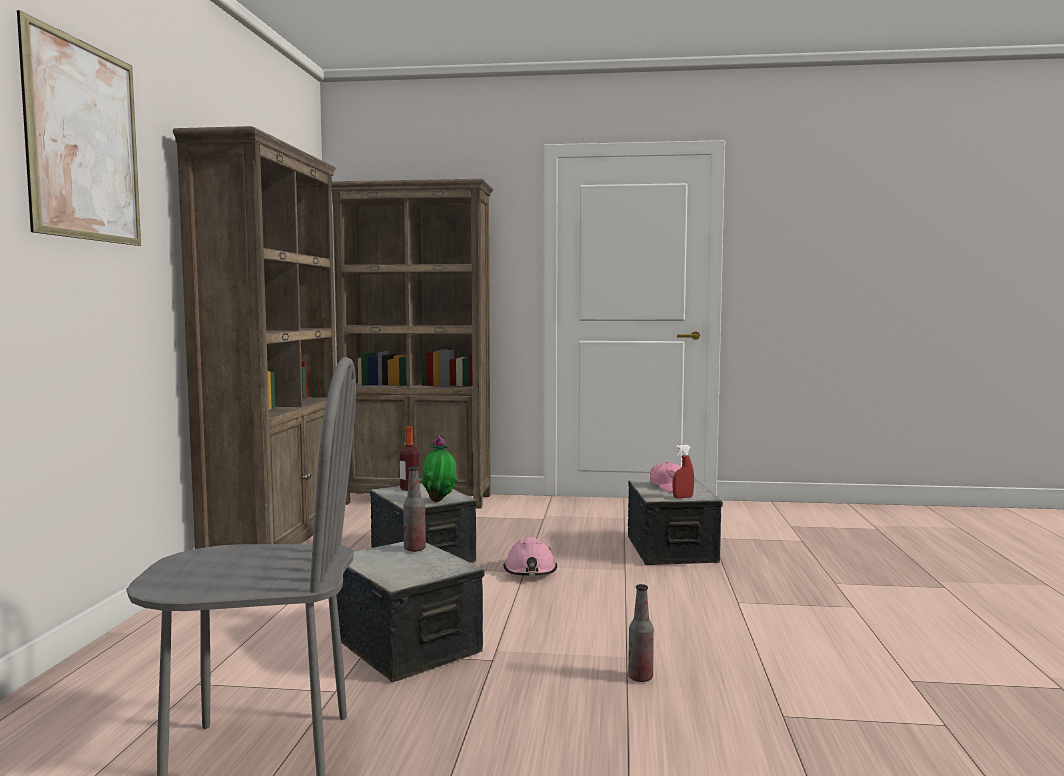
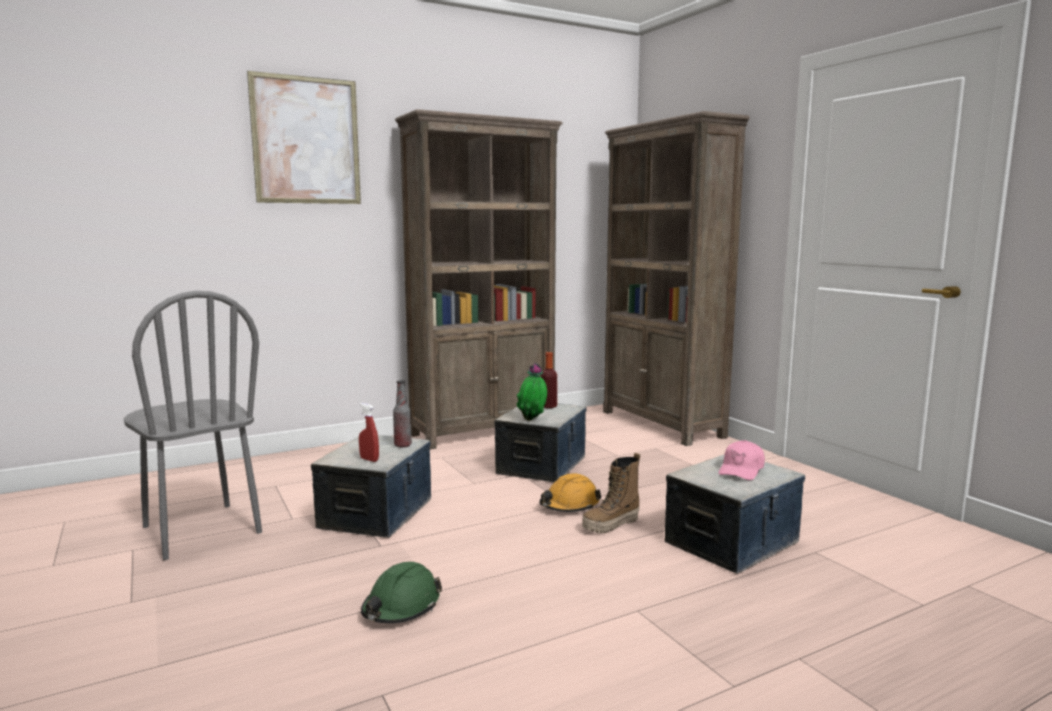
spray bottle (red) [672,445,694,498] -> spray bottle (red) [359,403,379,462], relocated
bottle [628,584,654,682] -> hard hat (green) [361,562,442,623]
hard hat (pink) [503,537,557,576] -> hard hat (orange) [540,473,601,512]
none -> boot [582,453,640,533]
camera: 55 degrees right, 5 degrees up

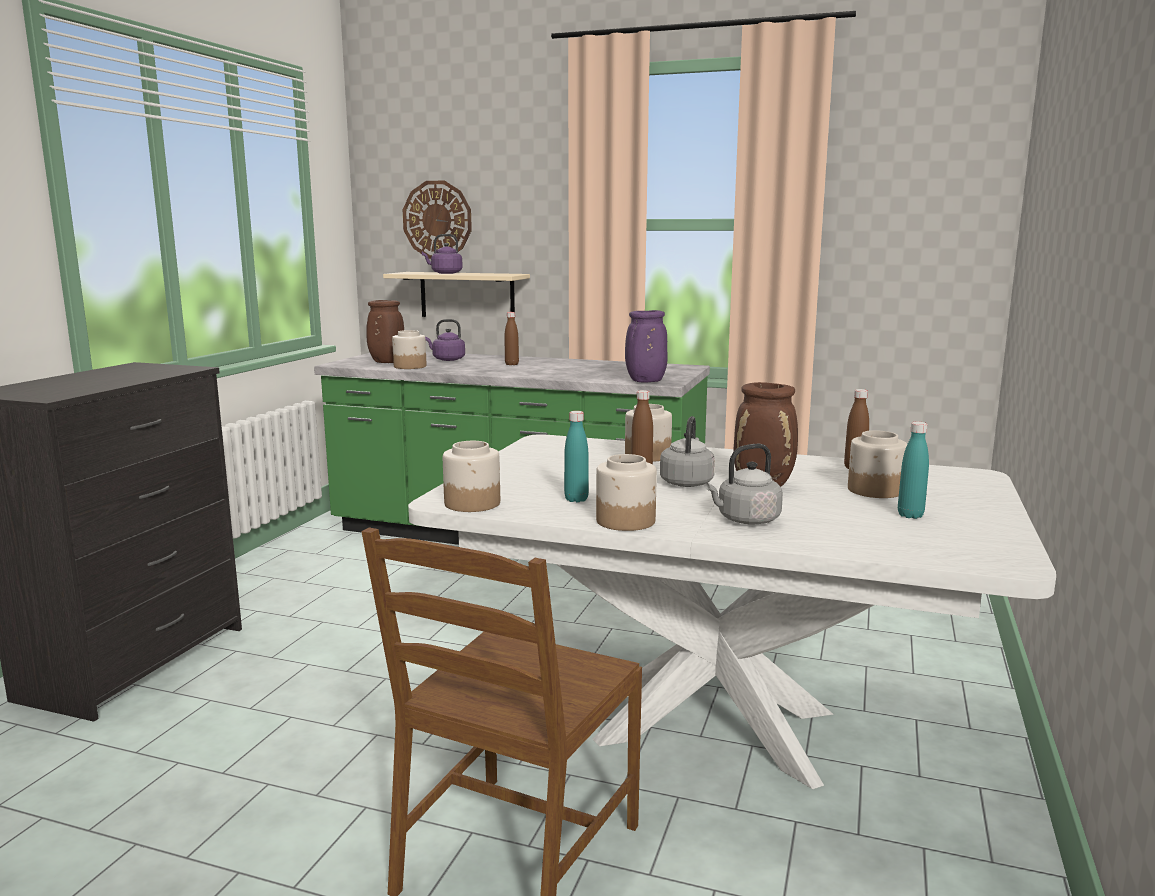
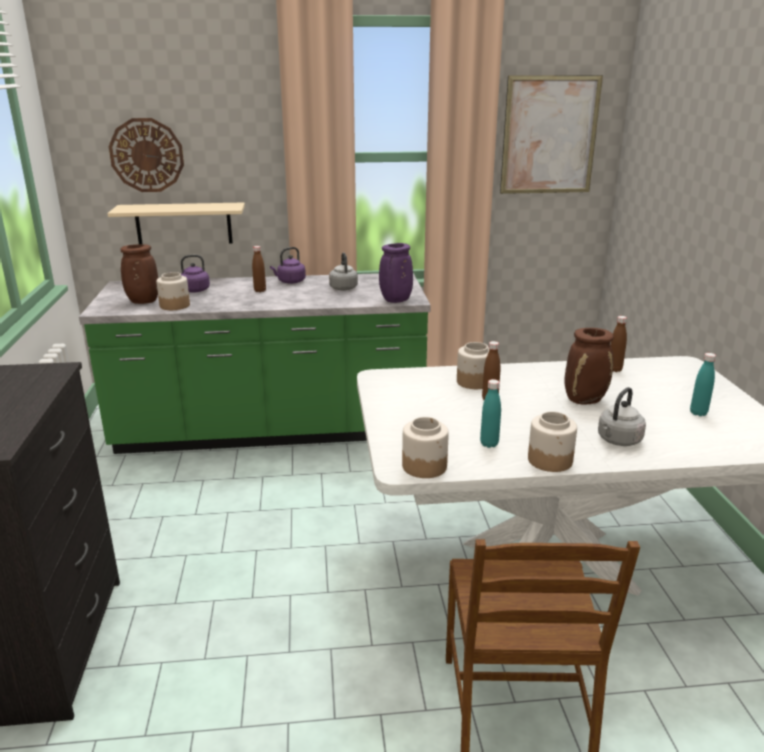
kettle (purple) [422,234,463,274] -> kettle (purple) [270,247,306,284], relocated
kettle (grey) [660,416,715,487] -> kettle (grey) [329,253,358,291], relocated
none -> picture [500,75,603,194]
jar [848,430,907,498] -> none
camera: 25 degrees left, 10 degrees up

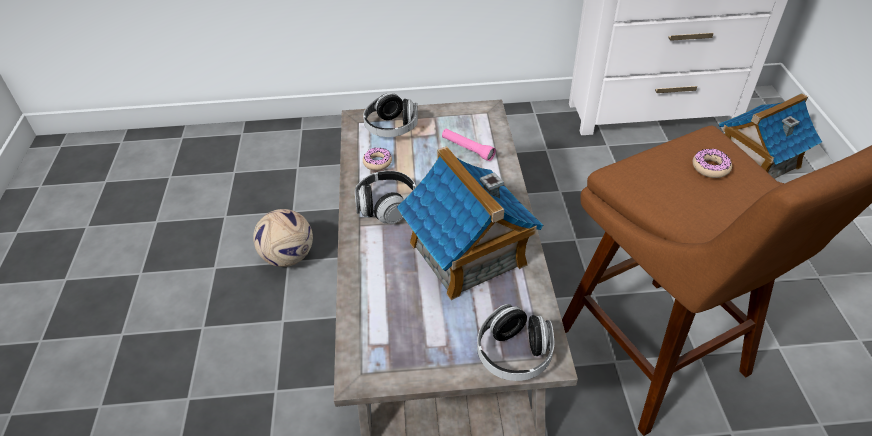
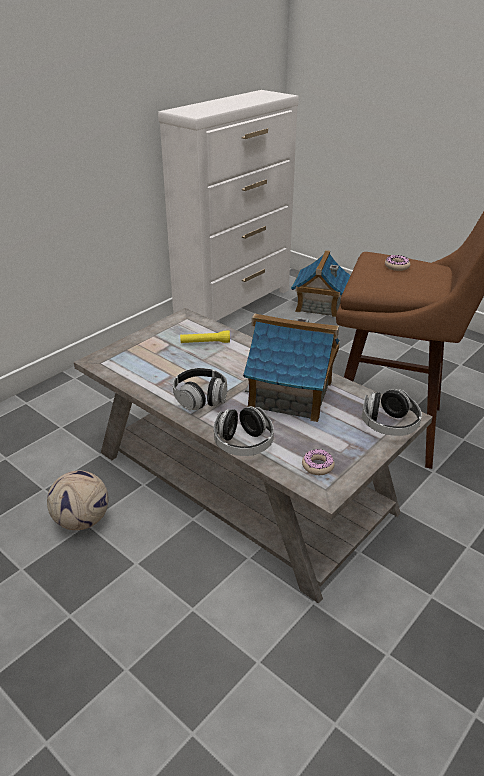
flashlight (pink) [442,129,496,161] -> flashlight (yellow) [180,331,230,343]
headphones [363,93,418,137] -> headphones [214,406,274,456], relocated
donut [363,148,392,171] -> donut [302,449,335,475], relocated
camera: 45 degrees left, 10 degrees down

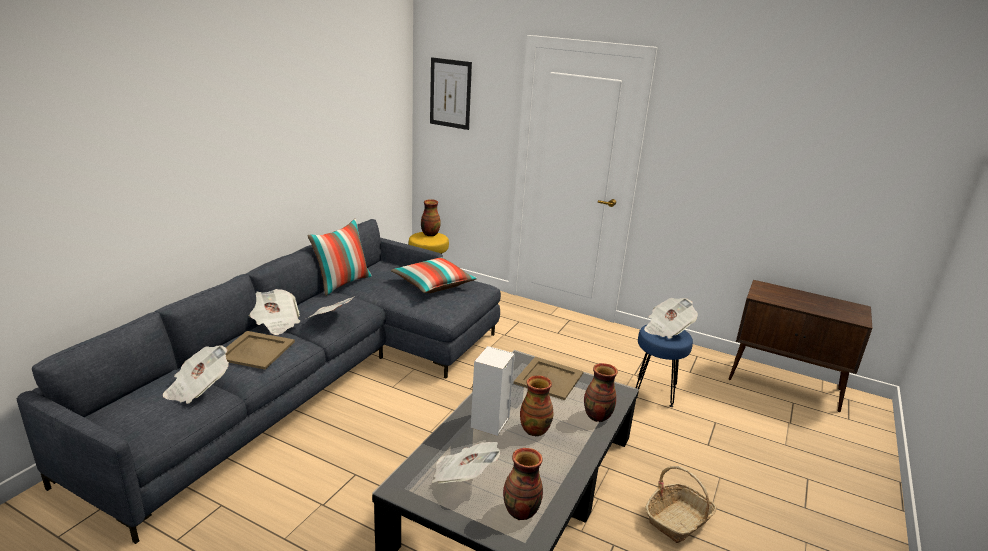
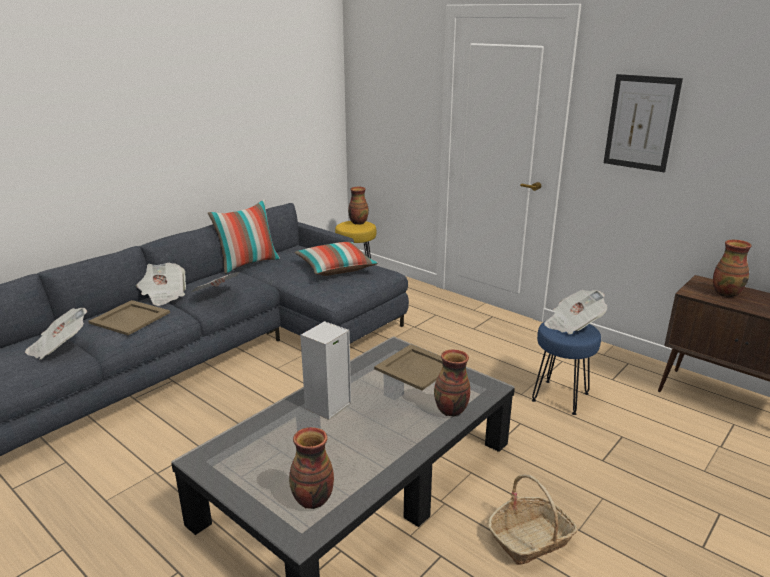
picture [430,57,472,130] -> picture [604,74,683,173], relocated
vase [520,375,553,436] -> vase [713,240,751,297], relocated
newspaper [432,442,500,483] -> none
camera: 15 degrees right, 0 degrees up

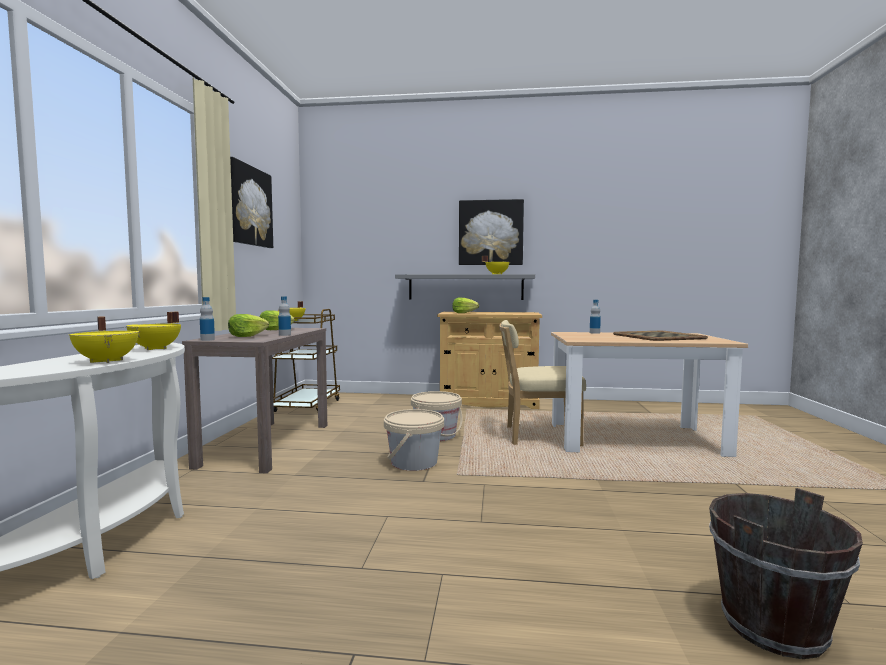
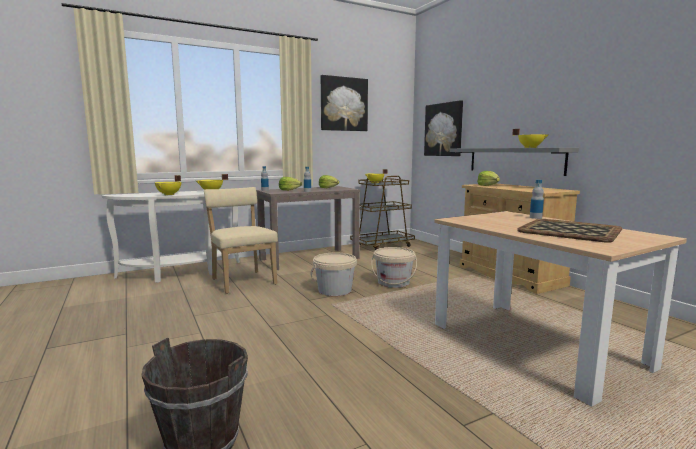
chair (beige) [499,320,586,446] -> chair (beige) [204,187,278,294], relocated
picture [459,199,524,265] -> picture [424,100,463,156], relocated
camera: 55 degrees right, 5 degrees up

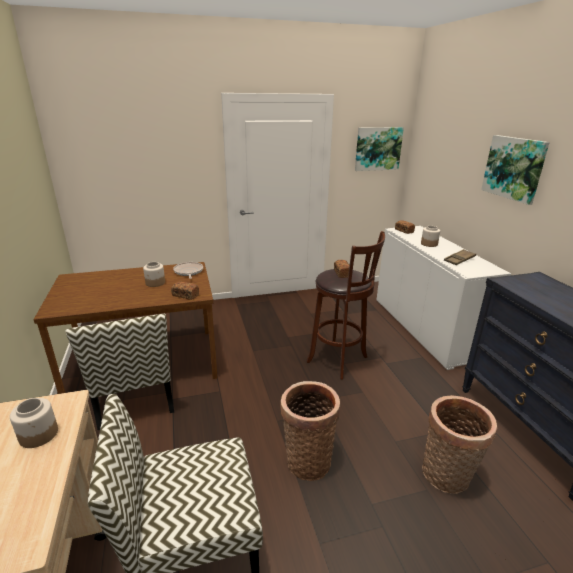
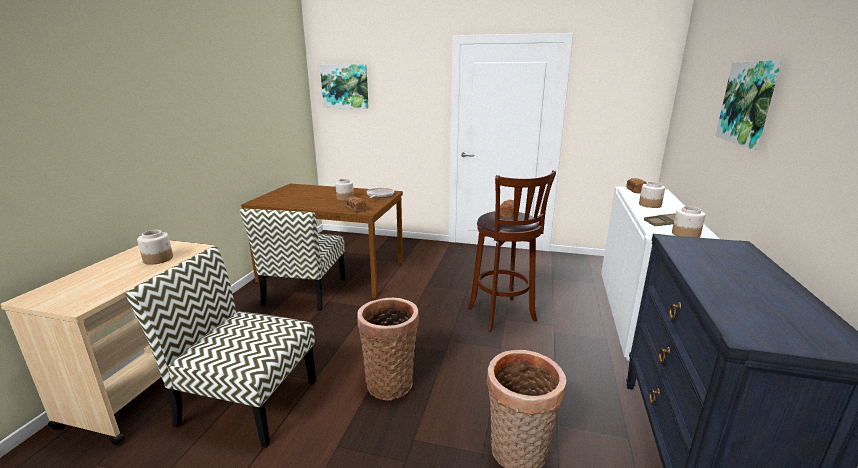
picture [355,127,404,171] -> picture [320,64,369,109], relocated
none -> jar [672,206,705,238]
camera: 30 degrees right, 5 degrees down

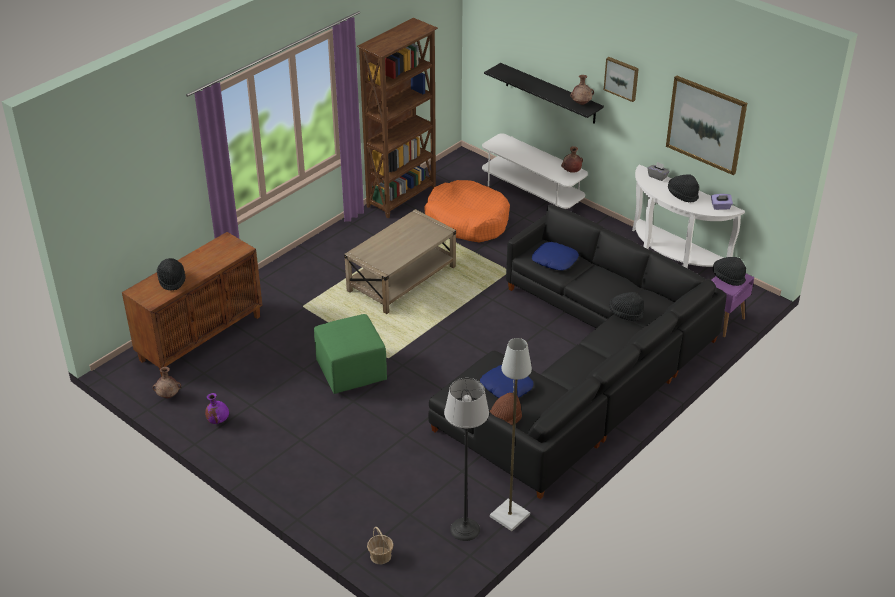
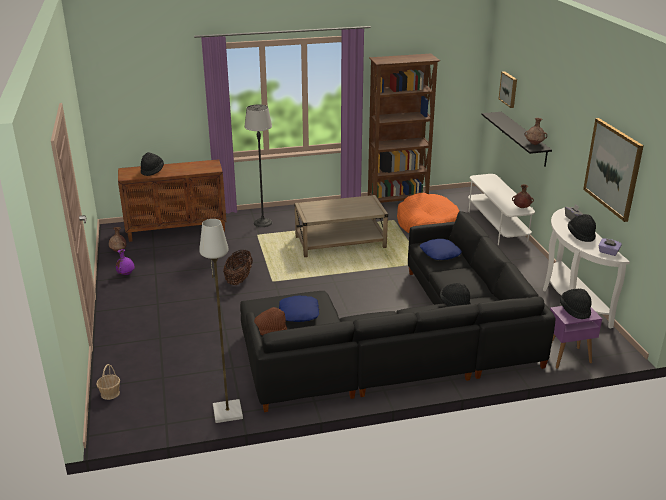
ottoman (green) [314,314,387,394] -> basket [223,250,253,285]
floor lamp [444,378,489,541] -> floor lamp [244,104,272,227], relocated
picture [604,57,639,102] -> picture [499,71,517,108], relocated
camera: 35 degrees right, 10 degrees down

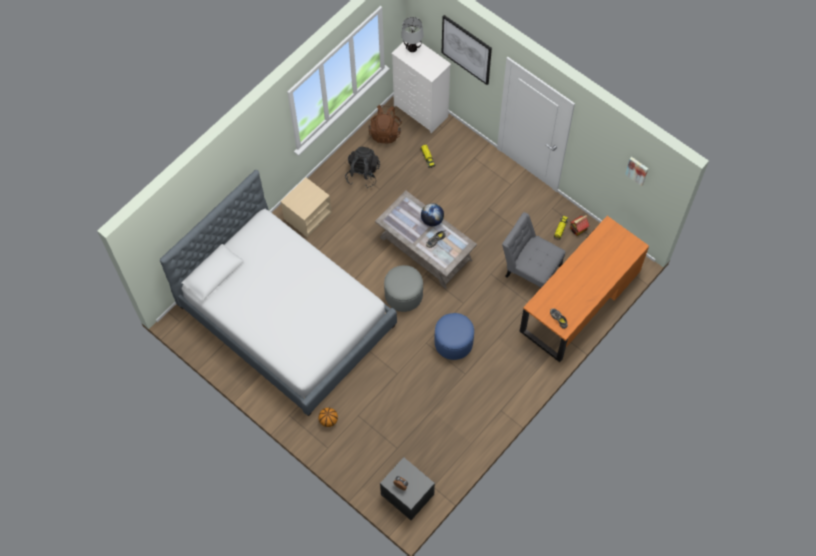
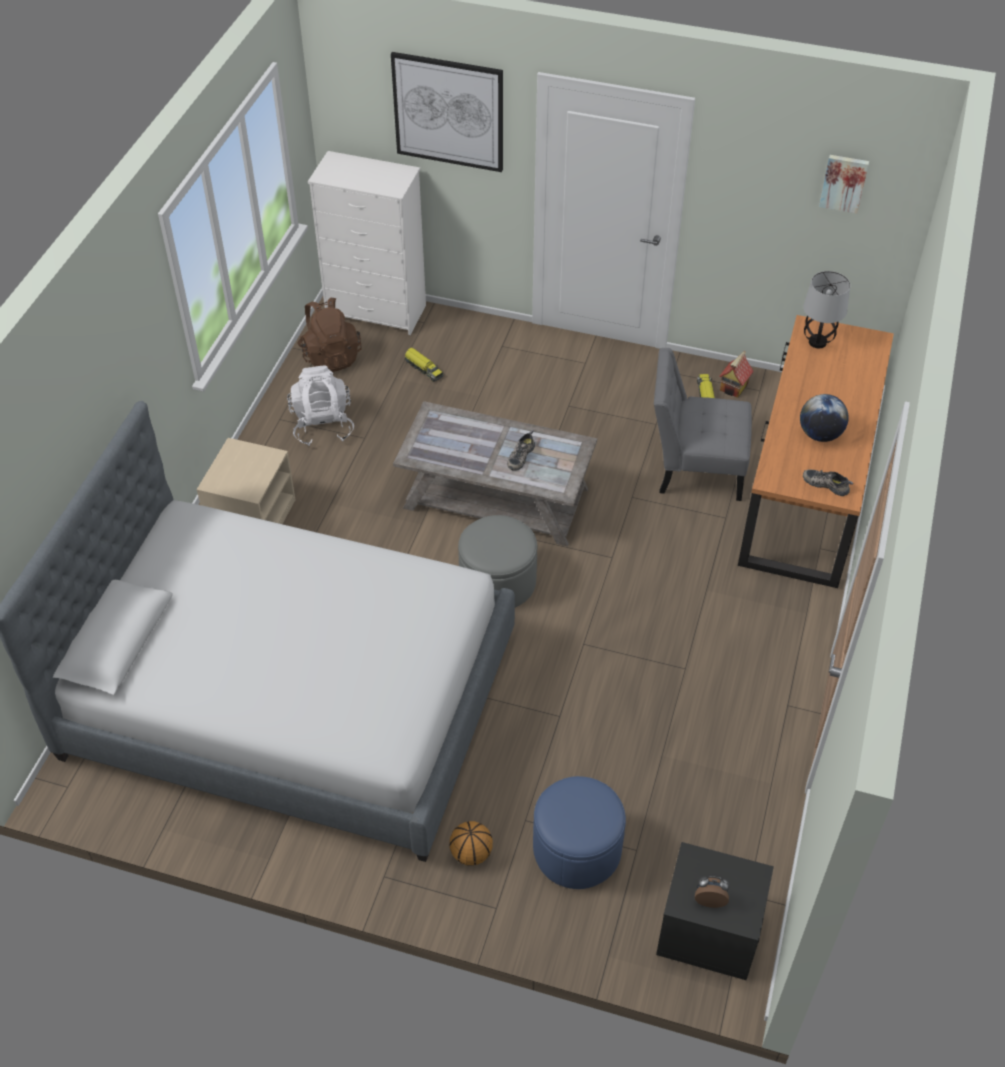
backpack (black) [345,147,380,188] -> backpack (white) [287,365,354,446]
ottoman (blue) [434,313,474,360] -> ottoman (blue) [533,776,626,889], relocated
globe [421,203,444,226] -> globe [800,394,849,442], relocated
table lamp [401,17,424,52] -> table lamp [803,271,851,348], relocated
camera: 25 degrees left, 15 degrees down

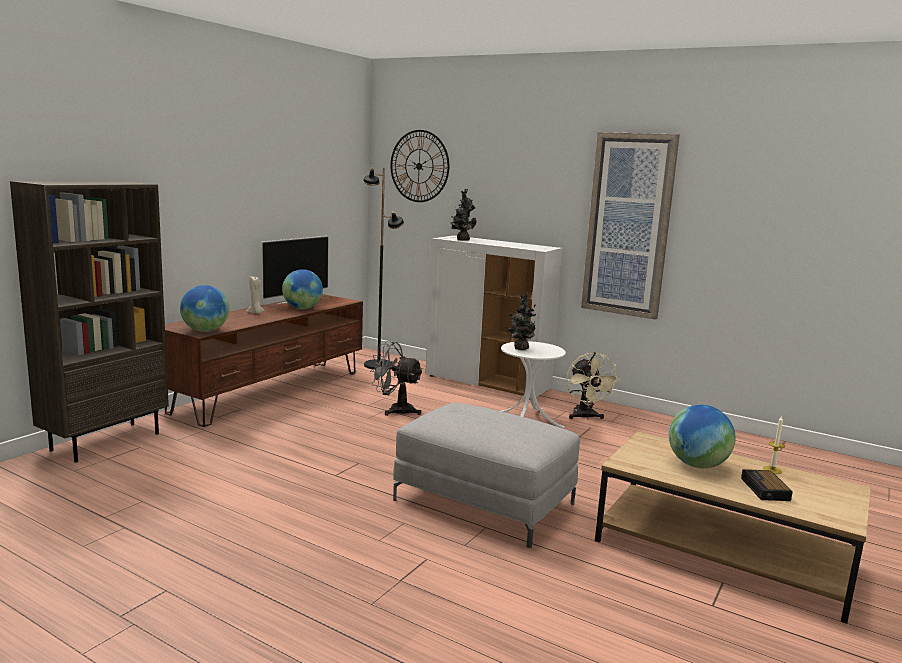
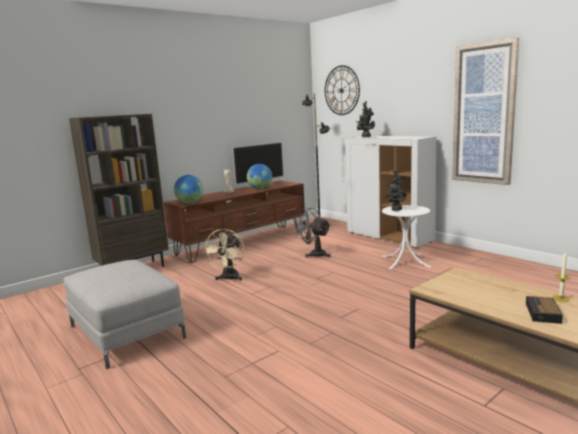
ottoman (grey) [393,403,580,548] -> ottoman (grey) [64,259,186,369], relocated
fan (beige) [566,352,620,420] -> fan (beige) [203,229,245,281], relocated
globe [669,405,735,468] -> none
camera: 20 degrees right, 0 degrees up

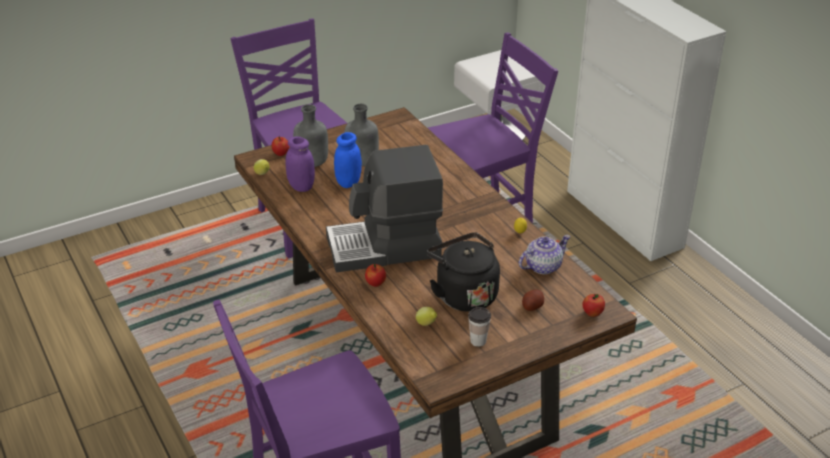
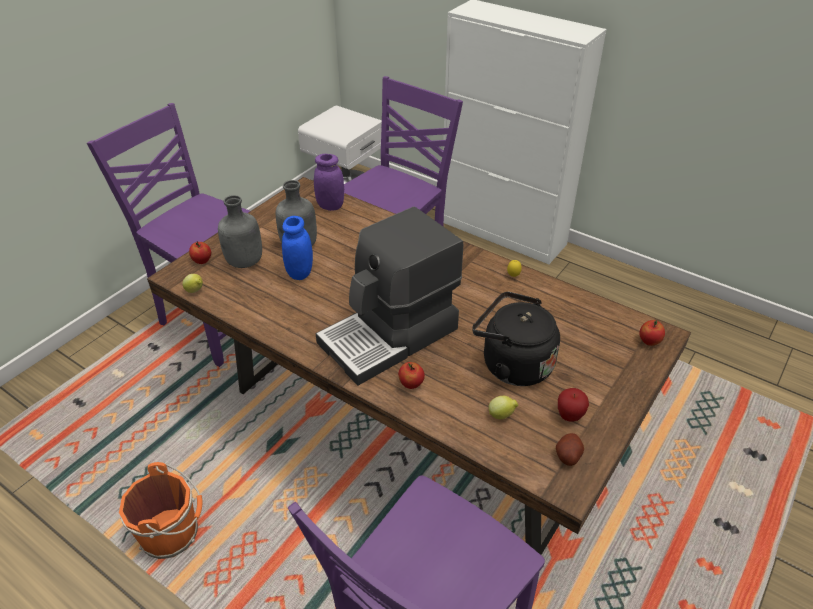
none -> bucket (orange) [119,462,202,559]
jar (purple) [286,137,315,192] -> jar (purple) [314,154,344,211], relocated
potato [522,289,544,311] -> potato [556,433,584,466], relocated
cup [468,307,491,347] -> apple [558,388,589,422]
teapot [519,235,571,274] -> none
camera: 25 degrees left, 5 degrees up

